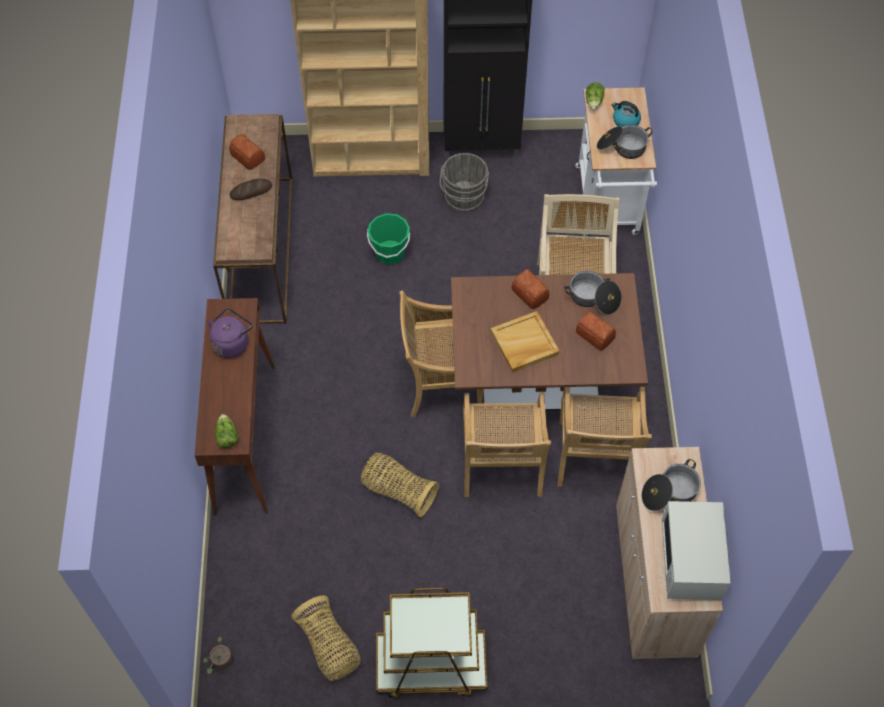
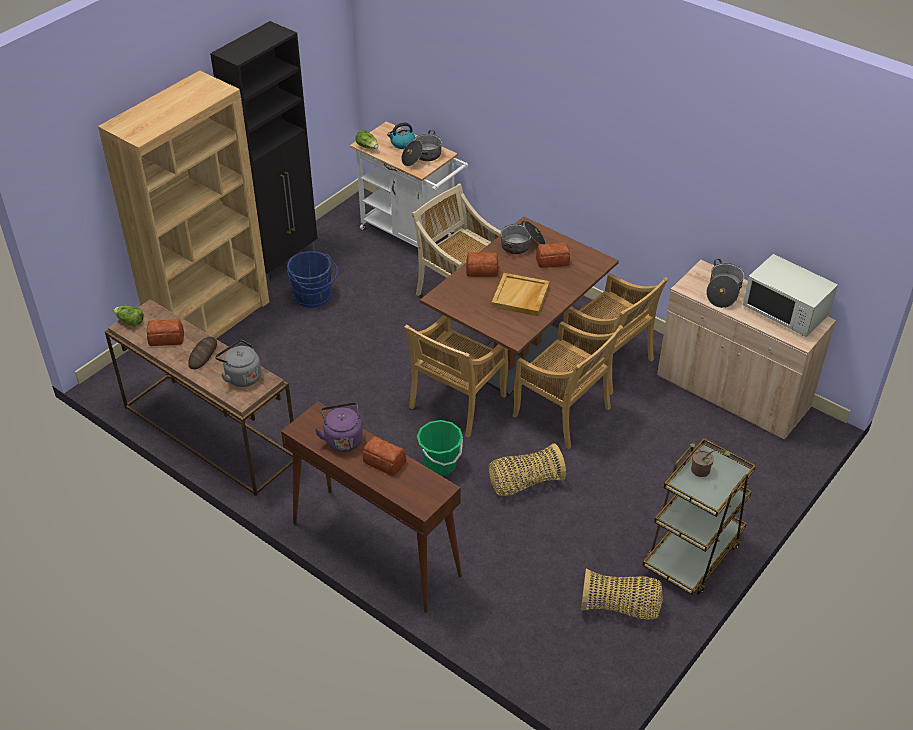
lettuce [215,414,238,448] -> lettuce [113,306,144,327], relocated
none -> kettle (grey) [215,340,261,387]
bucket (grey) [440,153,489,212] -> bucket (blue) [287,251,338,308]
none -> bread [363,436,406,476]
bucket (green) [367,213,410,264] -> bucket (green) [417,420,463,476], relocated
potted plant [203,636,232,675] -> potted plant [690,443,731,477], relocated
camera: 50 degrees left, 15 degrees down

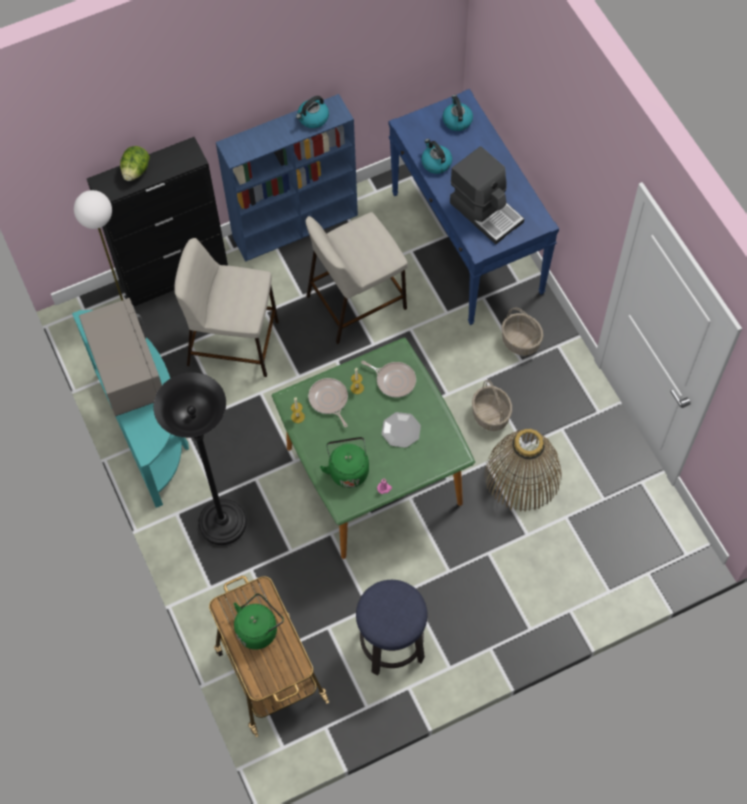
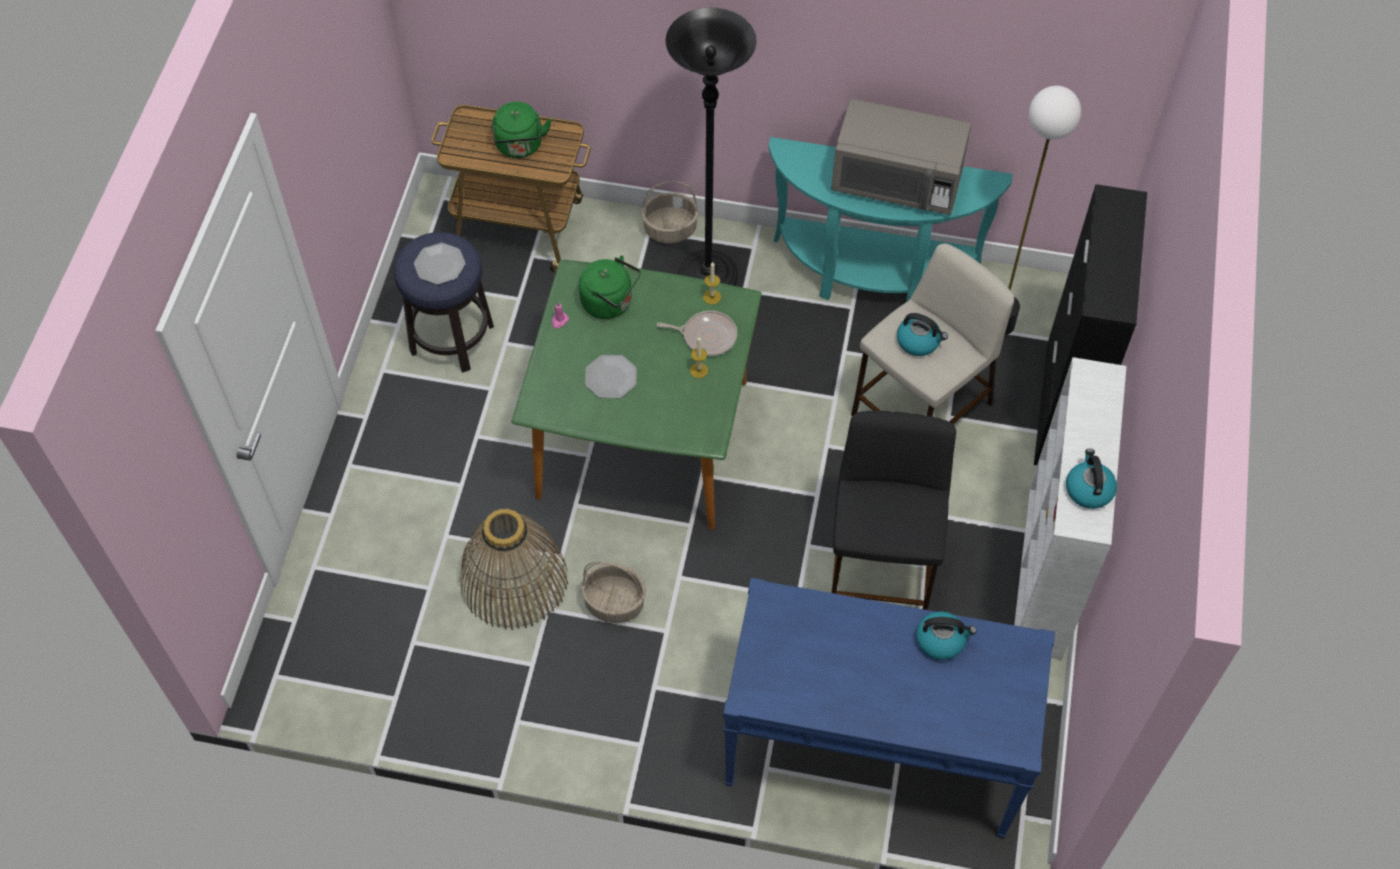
none -> plate [414,243,465,284]
basket [501,307,543,356] -> basket [641,181,699,243], relocated
stool (beige) [306,212,408,344] -> stool (black) [831,411,956,610]
kettle [442,95,473,131] -> kettle [897,313,948,356], relocated
bookcase (blue) [216,94,358,262] -> bookcase (white) [1014,357,1126,660]
lettuce [120,146,150,181] -> none
frying pan [361,361,416,398] -> none
coffee machine [450,146,524,245] -> none
camera: 125 degrees right, 5 degrees down

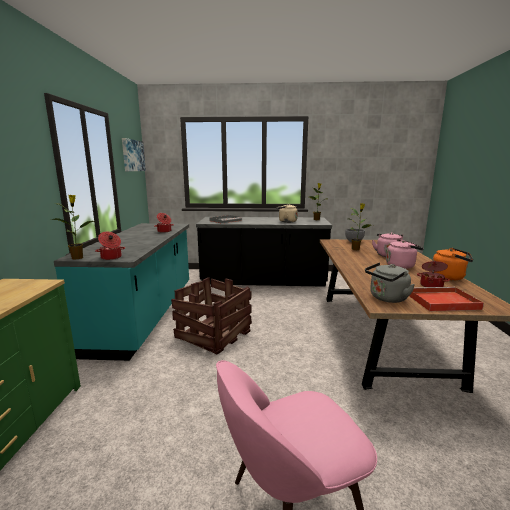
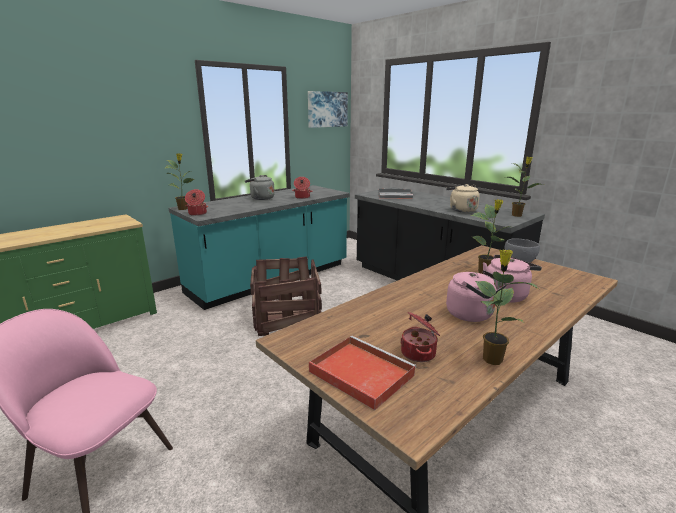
kettle (grey) [365,262,415,303] -> kettle (grey) [245,175,275,200], relocated
kettle (orange) [432,248,473,280] -> potted plant [475,249,539,365]
camera: 45 degrees right, 5 degrees up

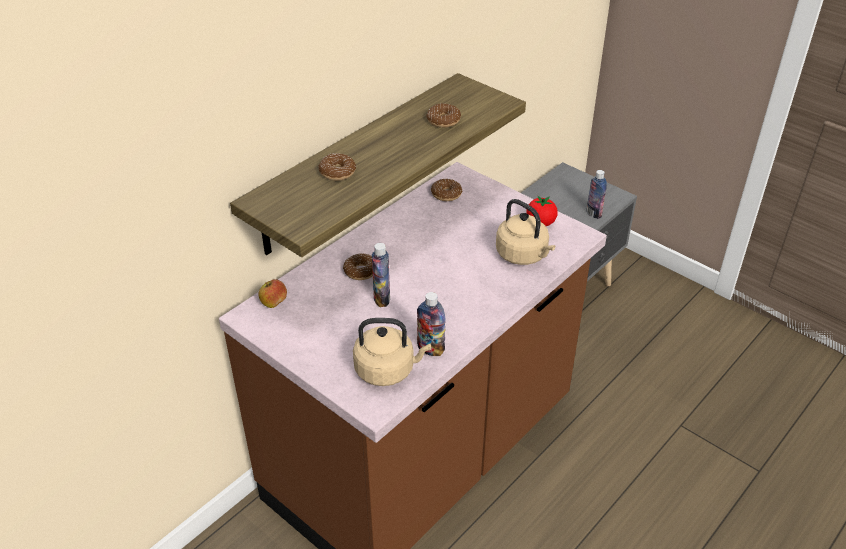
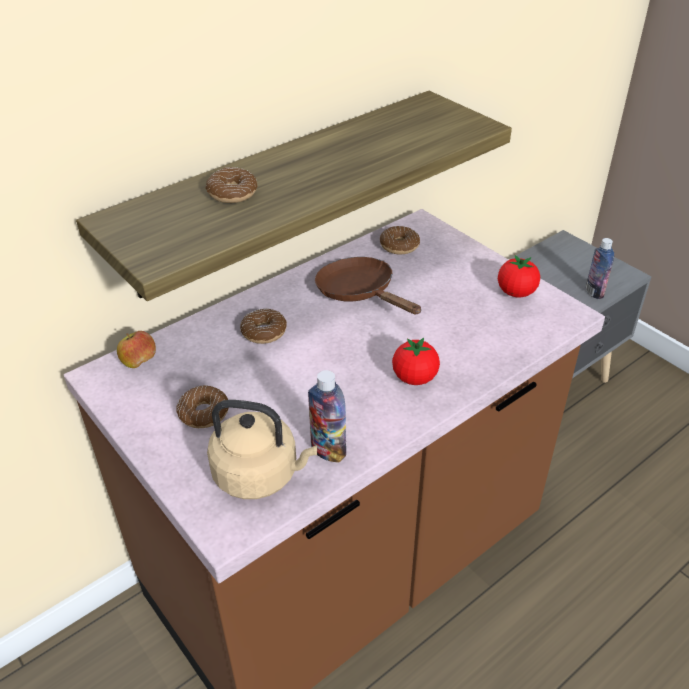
donut [426,103,461,128] -> donut [176,386,228,428], relocated
none -> frying pan (brown) [315,257,422,315]
none -> tomato [392,337,440,385]
bottle [372,243,390,307] -> none
kettle (beige) [496,199,555,265] -> none
camera: 10 degrees right, 0 degrees up

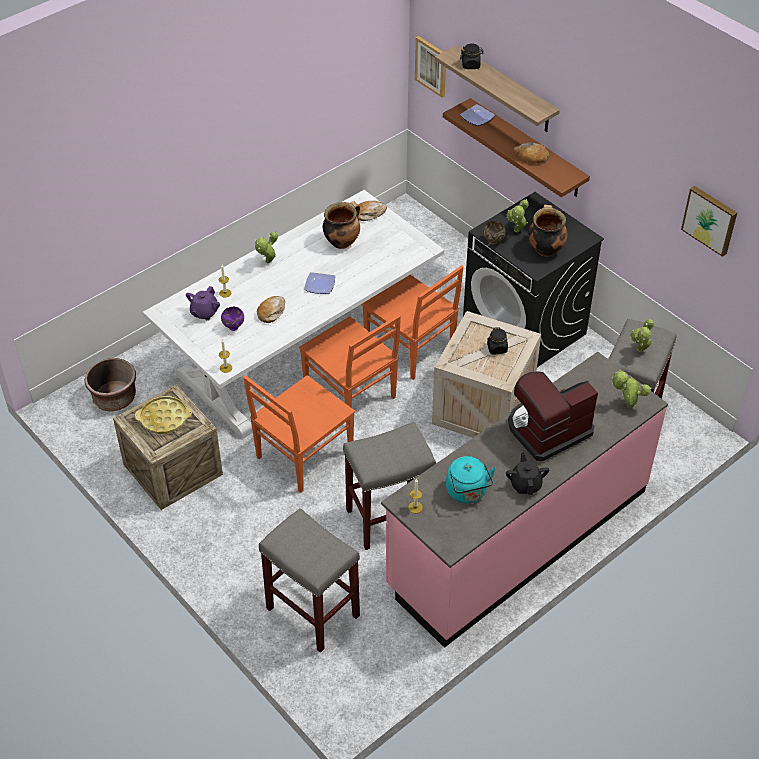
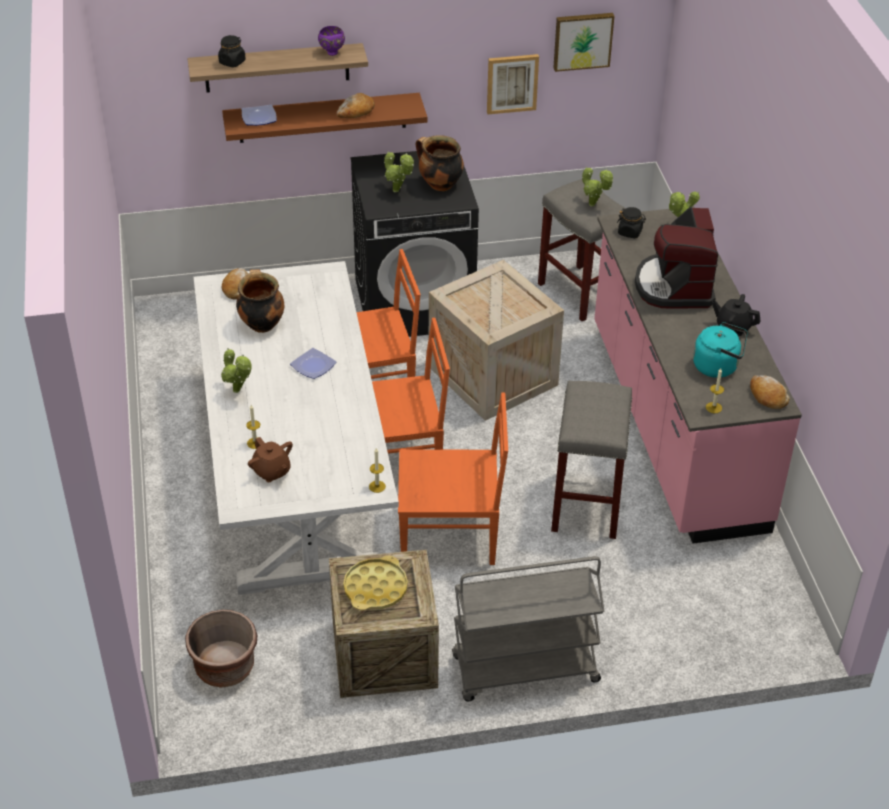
teapot (purple) [186,286,220,320] -> teapot (brown) [248,437,293,482]
bowl (purple) [221,307,244,331] -> bowl (purple) [318,26,345,56], relocated
chair (orange) [243,375,355,493] -> chair (orange) [398,392,508,565], 75 degrees counterclockwise
none -> cart (grey) [452,556,605,702]
picture [415,36,446,98] -> picture [487,54,539,114], relocated
jar (black) [487,327,508,355] -> jar (black) [617,207,646,238], relocated
bread [257,296,285,323] -> bread [750,375,790,409], relocated
stool (grey) [259,508,360,653] -> none
bowl (brown) [483,221,506,245] -> none
camera: 60 degrees left, 5 degrees down

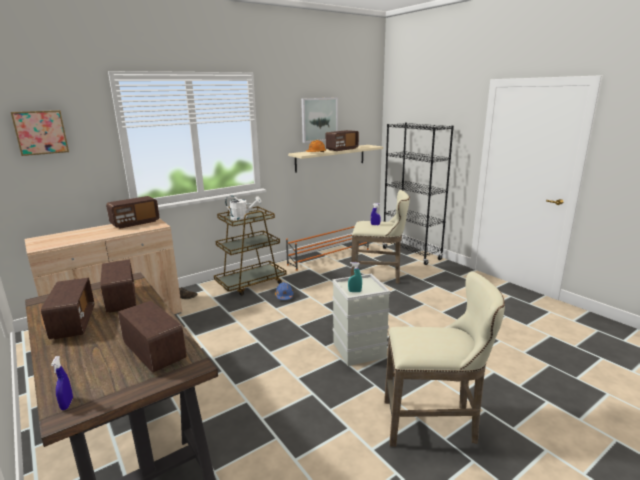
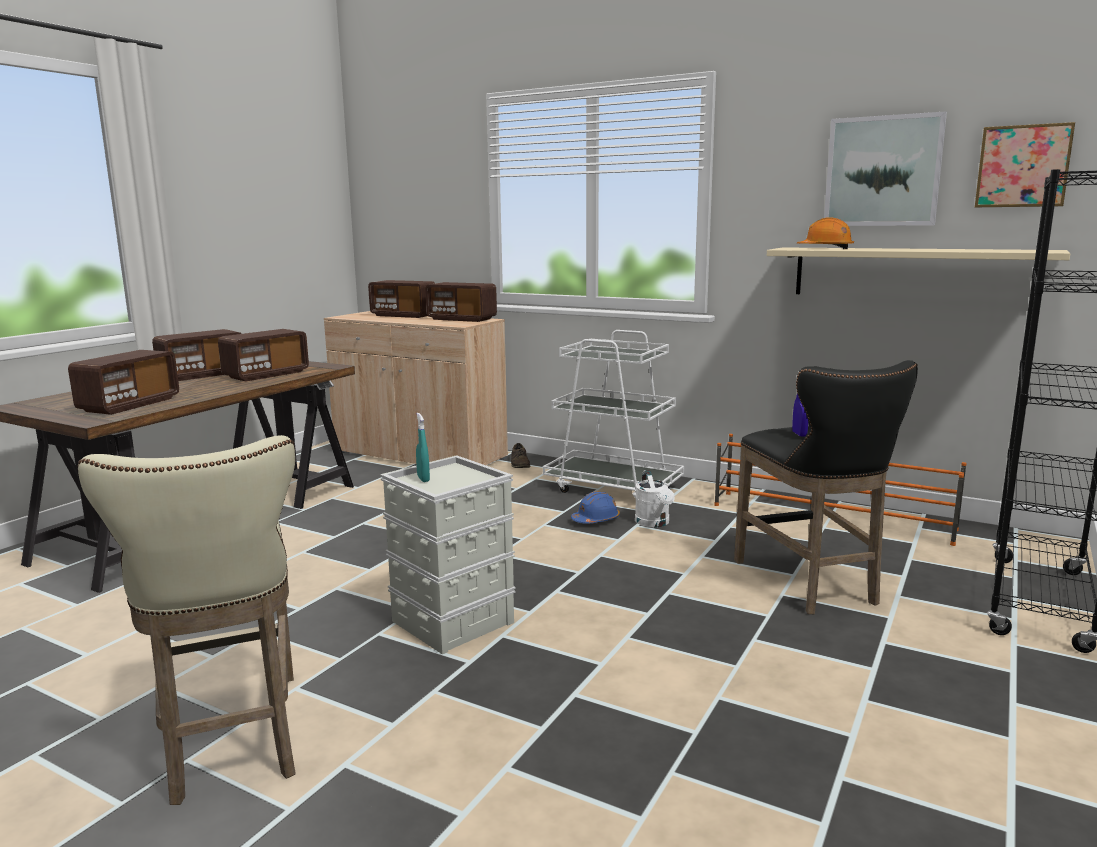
radio [325,130,359,151] -> radio [368,280,436,318], relocated
cart (brown) [214,206,287,295] -> cart (white) [543,330,684,499]
watering can (white) [225,195,261,221] -> watering can (white) [635,470,675,527], relocated
stool (beige) [351,190,410,284] -> stool (black) [734,360,918,614]
picture [11,110,69,156] -> picture [975,122,1075,207], relocated
spray bottle (blue) [51,356,73,410] -> none
camera: 65 degrees right, 5 degrees down

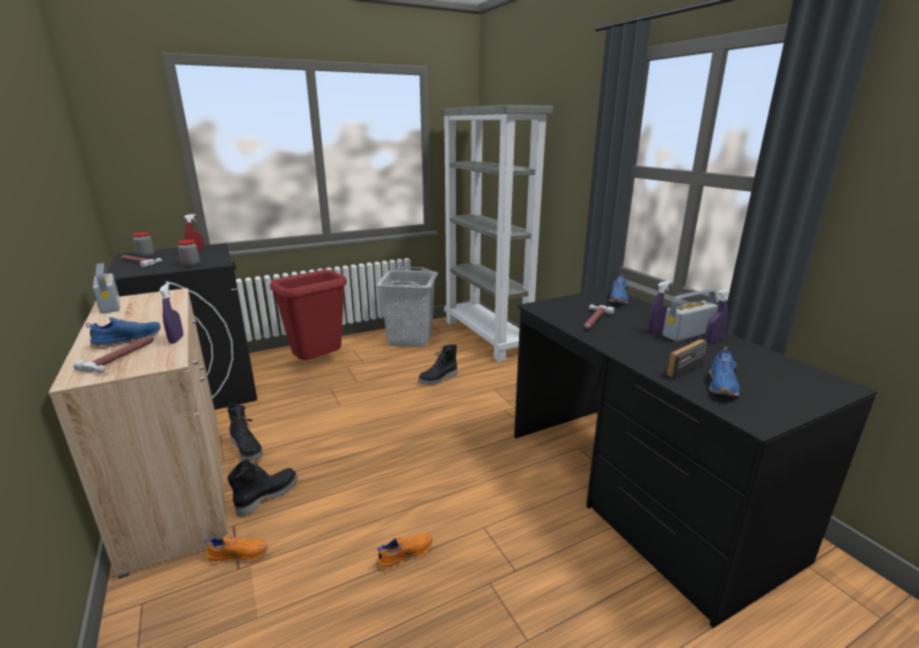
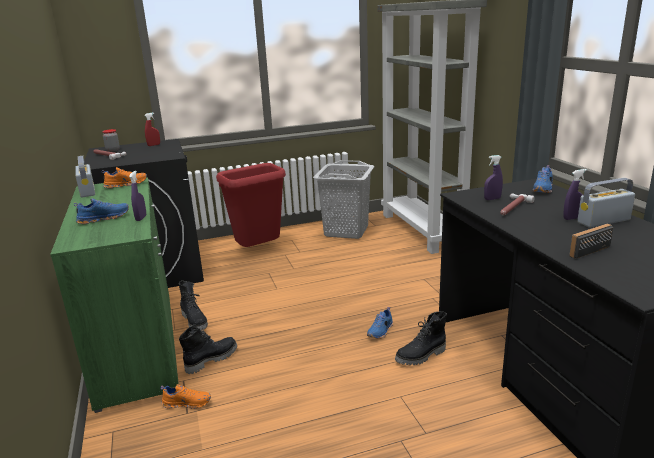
cabinet (beige) [49,288,228,579] -> cabinet (green) [50,178,179,413]
shoe (orange) [377,534,432,571] -> shoe (orange) [102,167,147,188], relocated
shoe (blue) [709,347,740,396] -> shoe (blue) [367,307,393,339], relocated
boot (black) [418,345,457,385] -> boot (black) [395,312,447,365], relocated
spray bottle (purple) [705,289,730,343] -> spray bottle (purple) [484,155,503,200], relocated
hammer [73,336,154,373] -> none
jar [177,240,200,267] -> none
camera: 10 degrees right, 0 degrees up

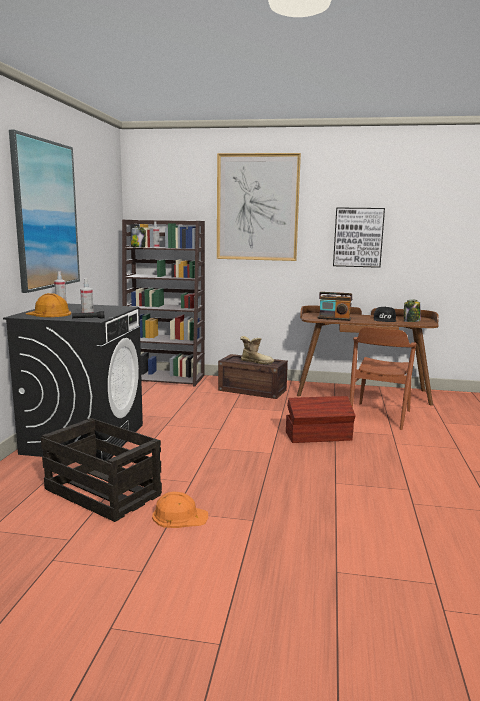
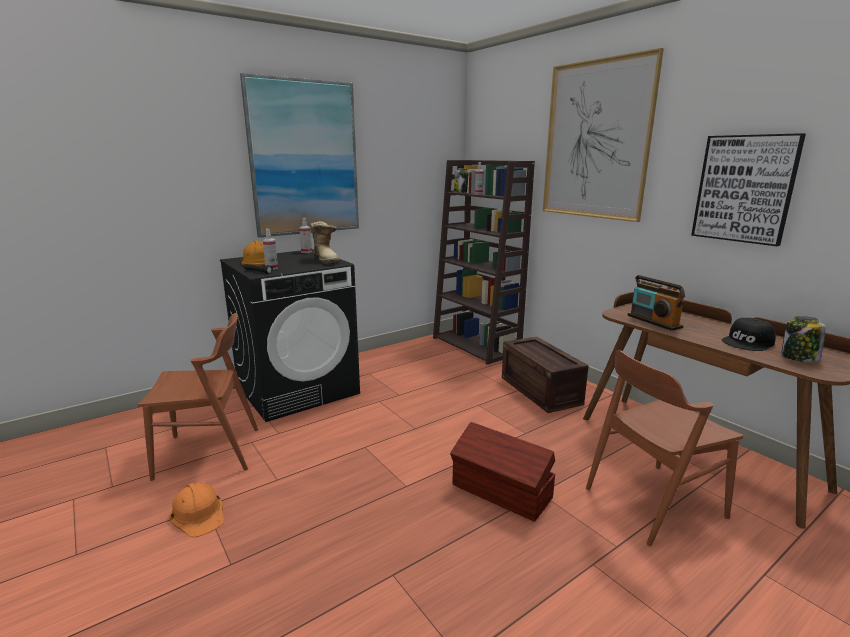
crate [41,418,162,522] -> chair (brown) [137,313,258,481]
boot [240,336,274,365] -> boot [310,221,340,264], relocated
camera: 45 degrees right, 5 degrees up

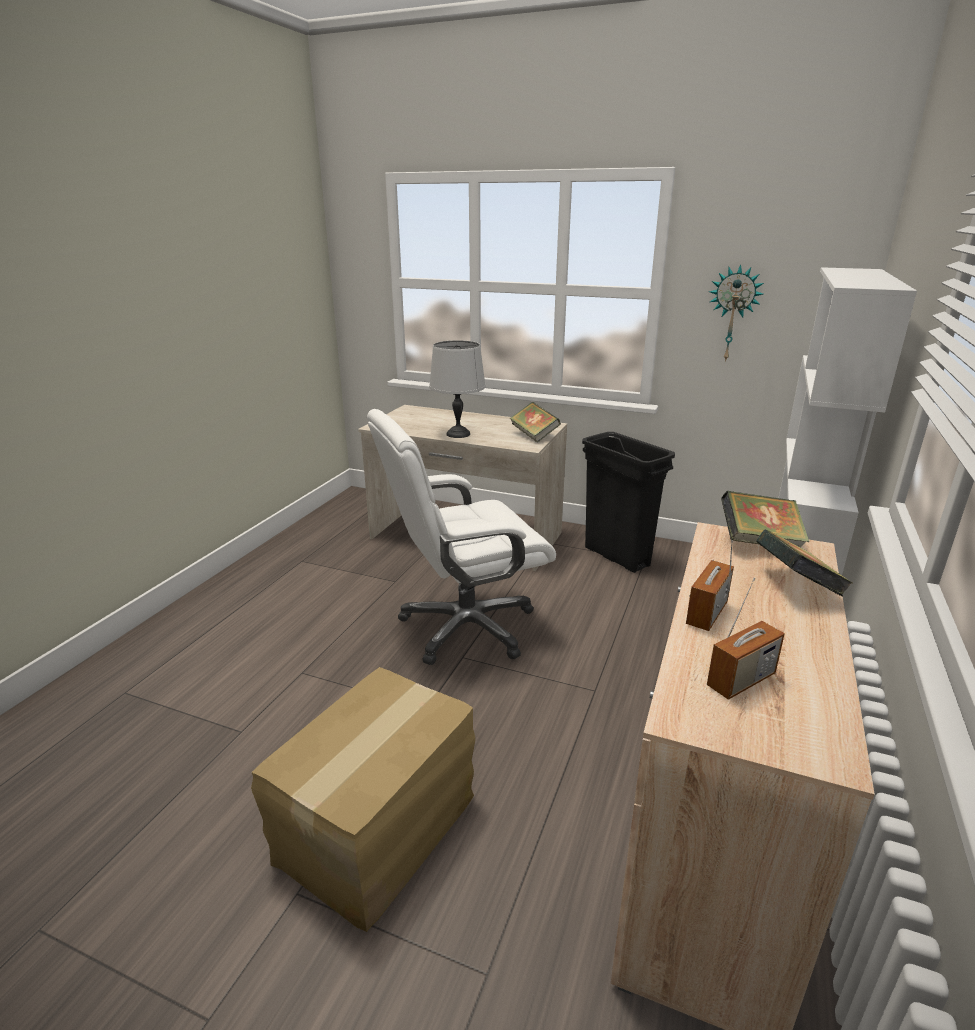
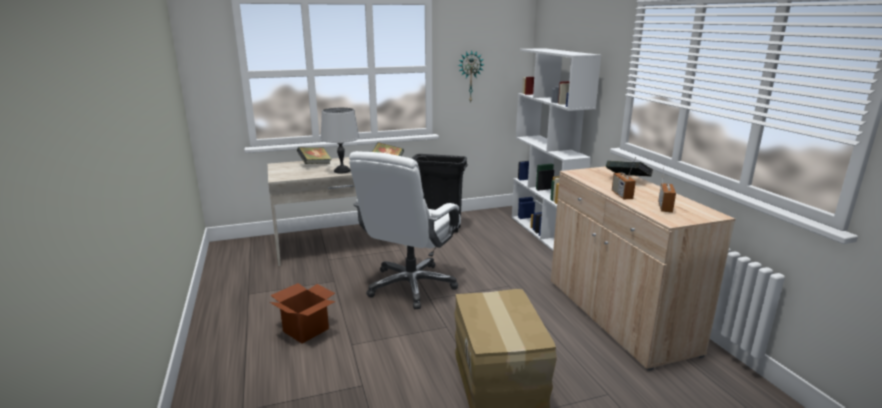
none -> cardboard box [270,283,336,344]
book [721,491,810,547] -> book [297,147,331,164], relocated
camera: 40 degrees left, 5 degrees down

